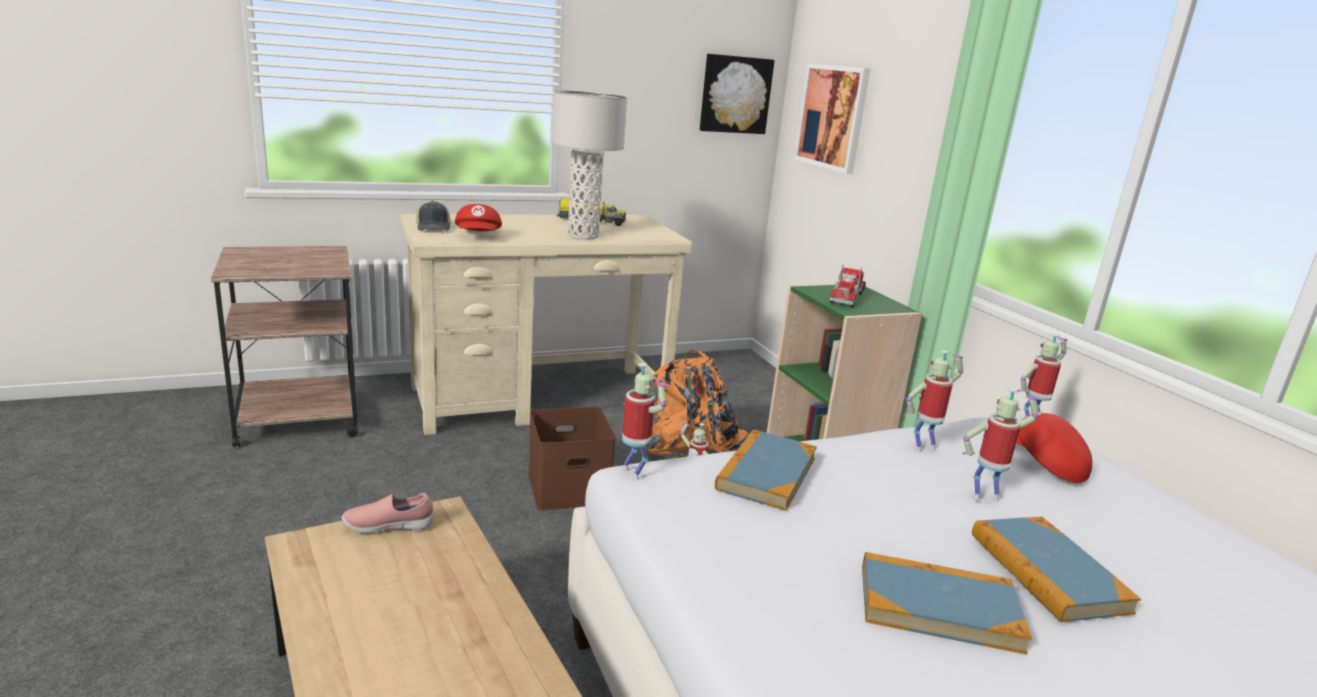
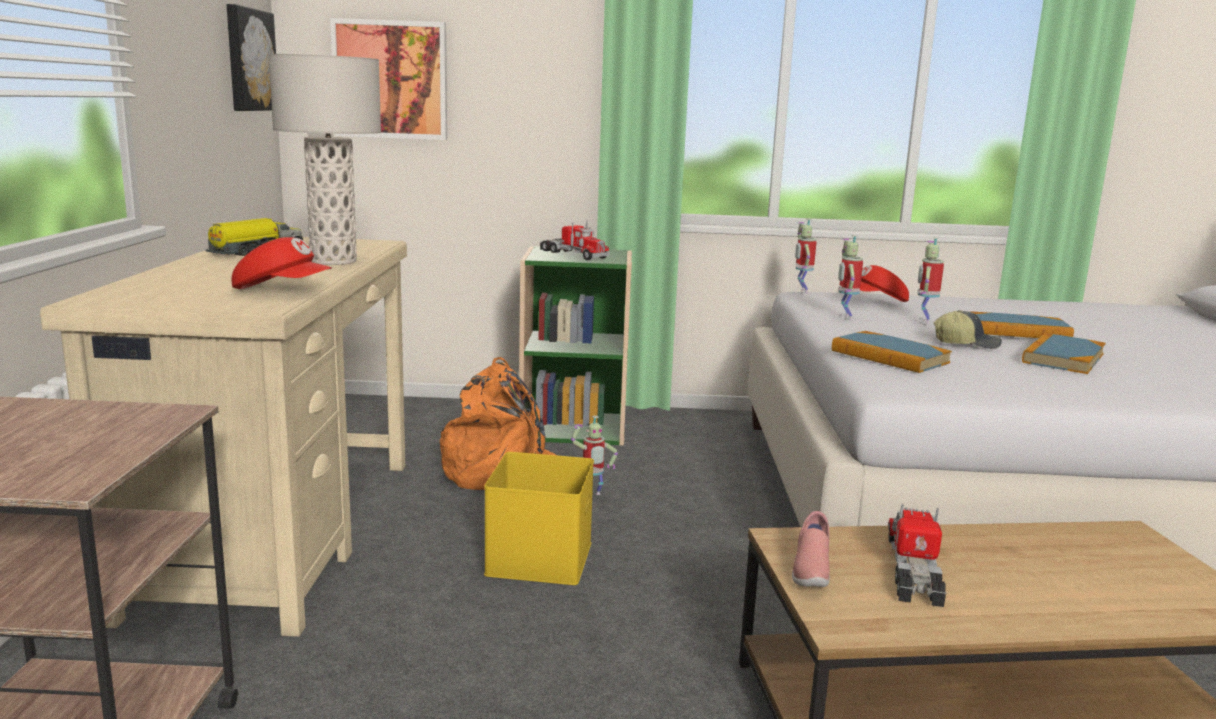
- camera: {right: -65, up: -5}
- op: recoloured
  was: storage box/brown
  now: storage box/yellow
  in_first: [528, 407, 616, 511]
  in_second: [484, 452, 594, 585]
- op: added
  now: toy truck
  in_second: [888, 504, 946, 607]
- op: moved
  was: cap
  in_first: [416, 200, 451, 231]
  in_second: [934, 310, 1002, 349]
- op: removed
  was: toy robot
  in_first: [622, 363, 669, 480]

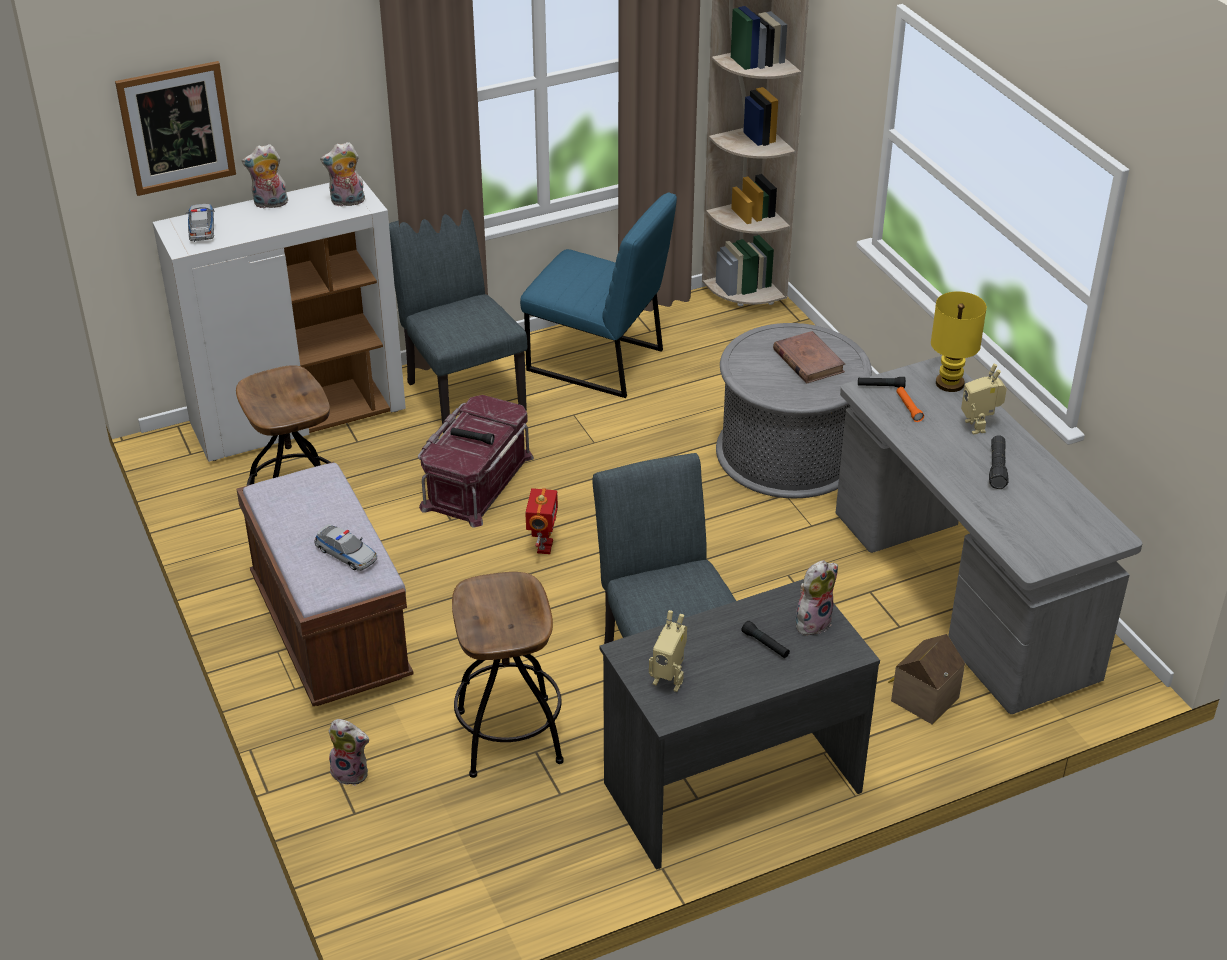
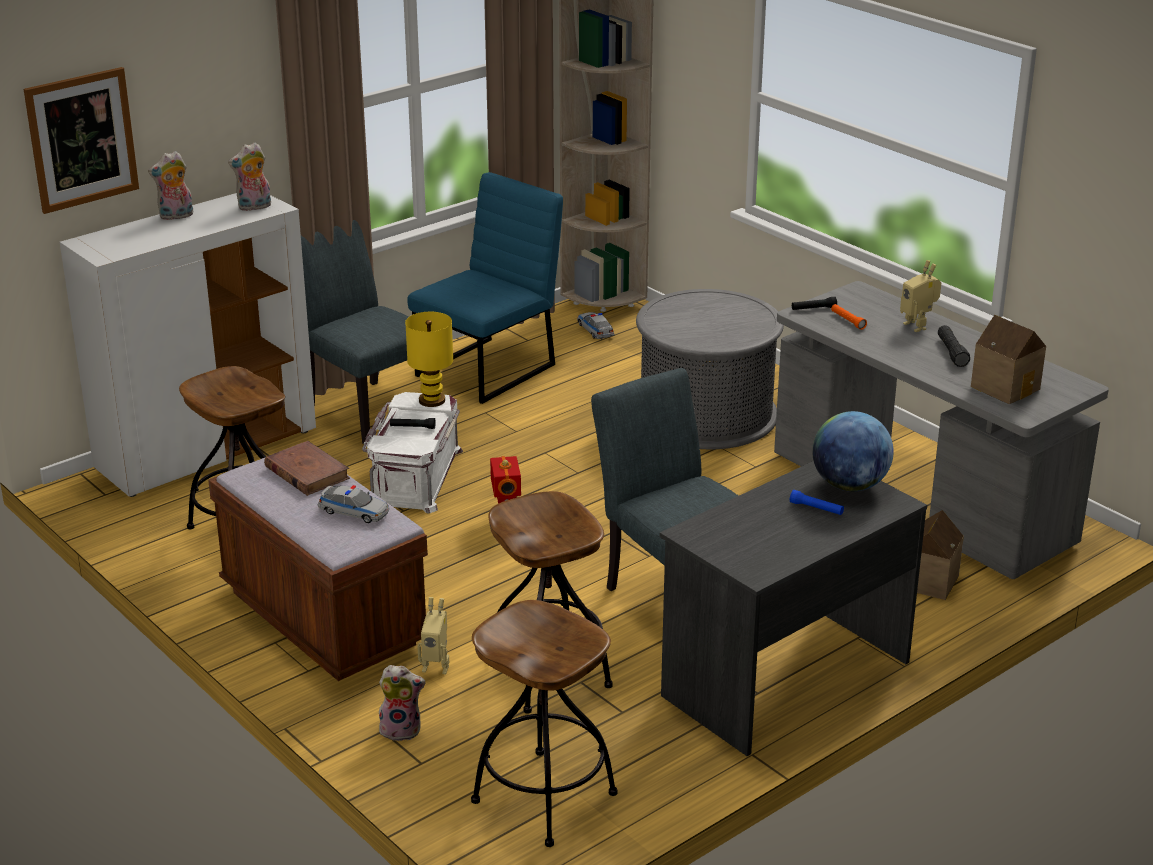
- camera: {right: -15, up: -10}
- op: moved
  was: book/brown
  in_first: [773, 331, 845, 384]
  in_second: [264, 441, 350, 496]
- op: recoloured
  was: storage box/red
  now: storage box/white
  in_first: [418, 395, 534, 527]
  in_second: [362, 392, 463, 513]
- op: moved
  was: table lamp/yellow
  in_first: [931, 291, 987, 392]
  in_second: [405, 312, 453, 407]
- op: turned
  was: chair/blue
  in_first: [520, 192, 677, 398]
  in_second: [407, 172, 563, 404]
  clockwise: -60
- op: moved
  was: toy robot
  in_first: [649, 610, 687, 692]
  in_second: [417, 597, 449, 675]
- op: added
  now: stool/brown
  in_second: [471, 600, 617, 847]
- op: moved
  was: toy car
  in_first: [186, 204, 214, 242]
  in_second: [577, 312, 614, 339]
- op: recoloured
  was: flashlight/black
  now: flashlight/blue
  in_first: [741, 621, 790, 658]
  in_second: [790, 490, 844, 515]
- op: replaced
  was: plush toy
  now: globe
  in_first: [795, 560, 838, 638]
  in_second: [812, 411, 894, 492]
- op: added
  now: toy house
  in_second: [971, 315, 1046, 404]

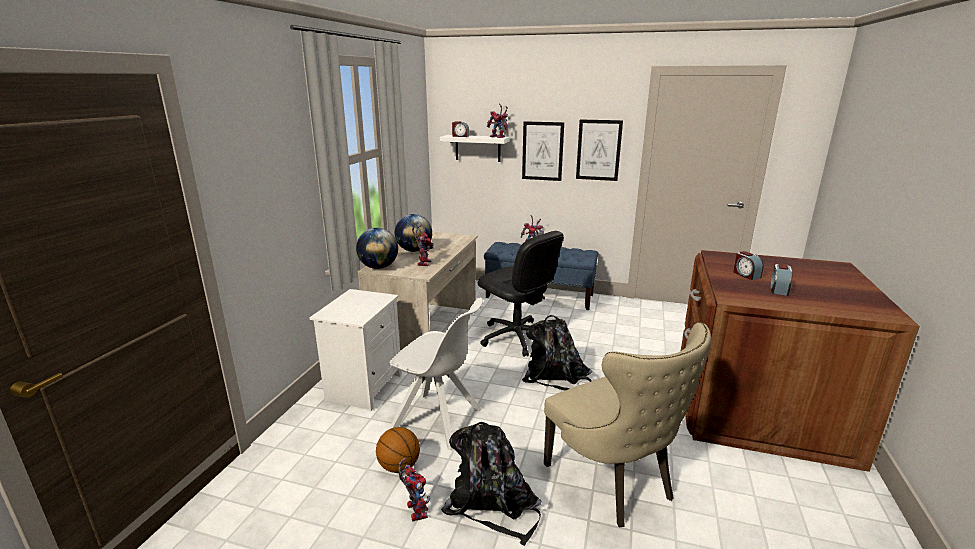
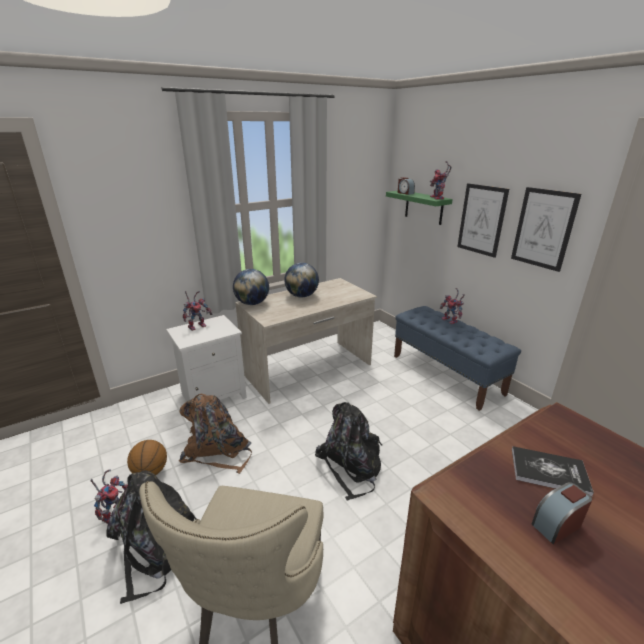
- camera: {right: 40, up: 5}
- op: replaced
  was: chair/white
  now: backpack/brown
  in_first: [388, 297, 483, 450]
  in_second: [179, 394, 252, 474]
- op: moved
  was: toy robot
  in_first: [412, 225, 434, 266]
  in_second: [183, 291, 213, 331]
- op: recoloured
  was: shelf/white
  now: shelf/green
  in_first: [440, 135, 510, 162]
  in_second: [386, 191, 453, 225]
- op: replaced
  was: alarm clock
  now: book
  in_first: [733, 251, 764, 280]
  in_second: [512, 446, 594, 497]
- op: removed
  was: office chair/black
  in_first: [478, 231, 564, 357]

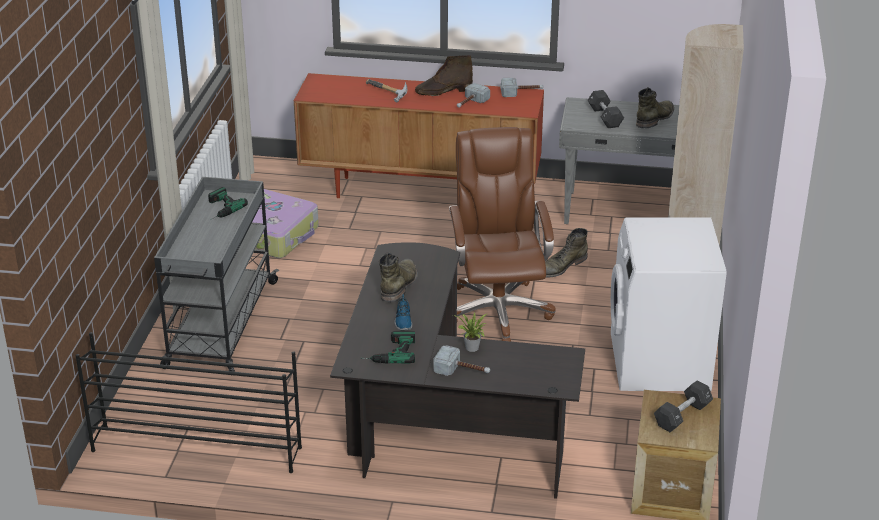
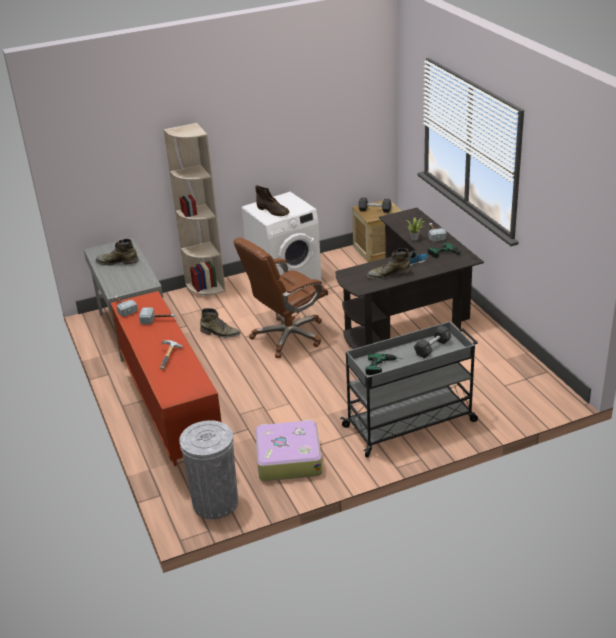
- camera: {right: -120, up: 0}
- op: added
  now: trash can/grey
  in_second: [179, 420, 238, 519]
- op: moved
  was: boot/brown
  in_first: [415, 55, 473, 96]
  in_second: [255, 186, 289, 216]
- op: moved
  was: dumbbell/black
  in_first: [588, 90, 624, 128]
  in_second: [414, 325, 452, 358]
- op: removed
  was: shoe rack/black
  in_first: [75, 332, 302, 473]

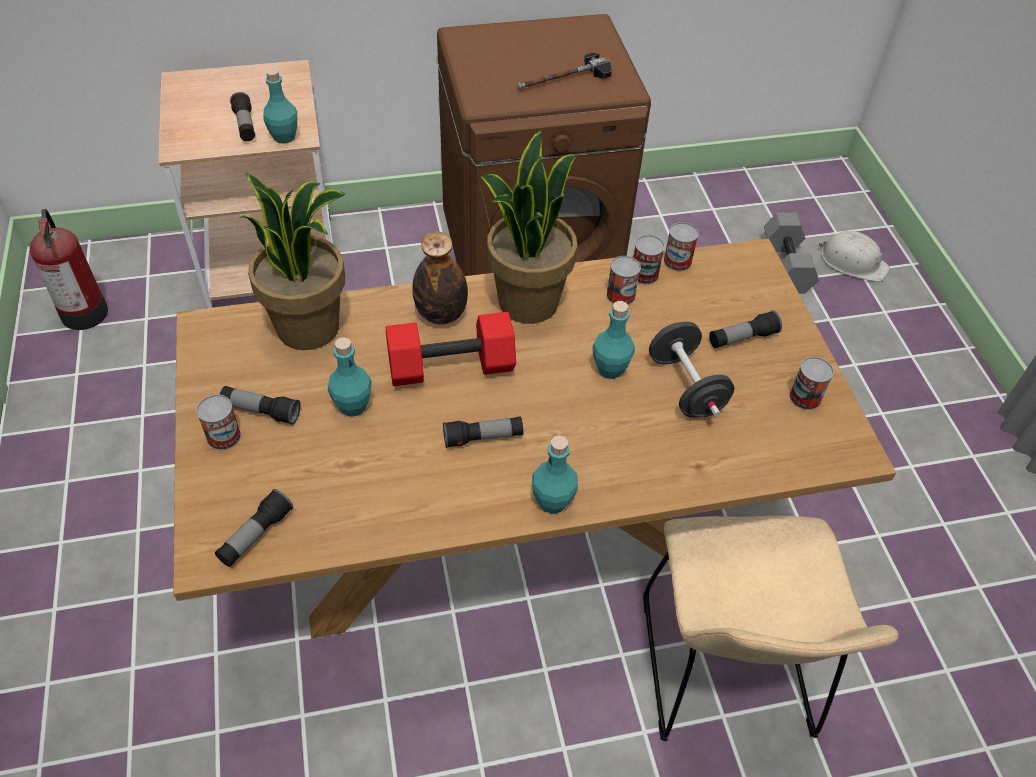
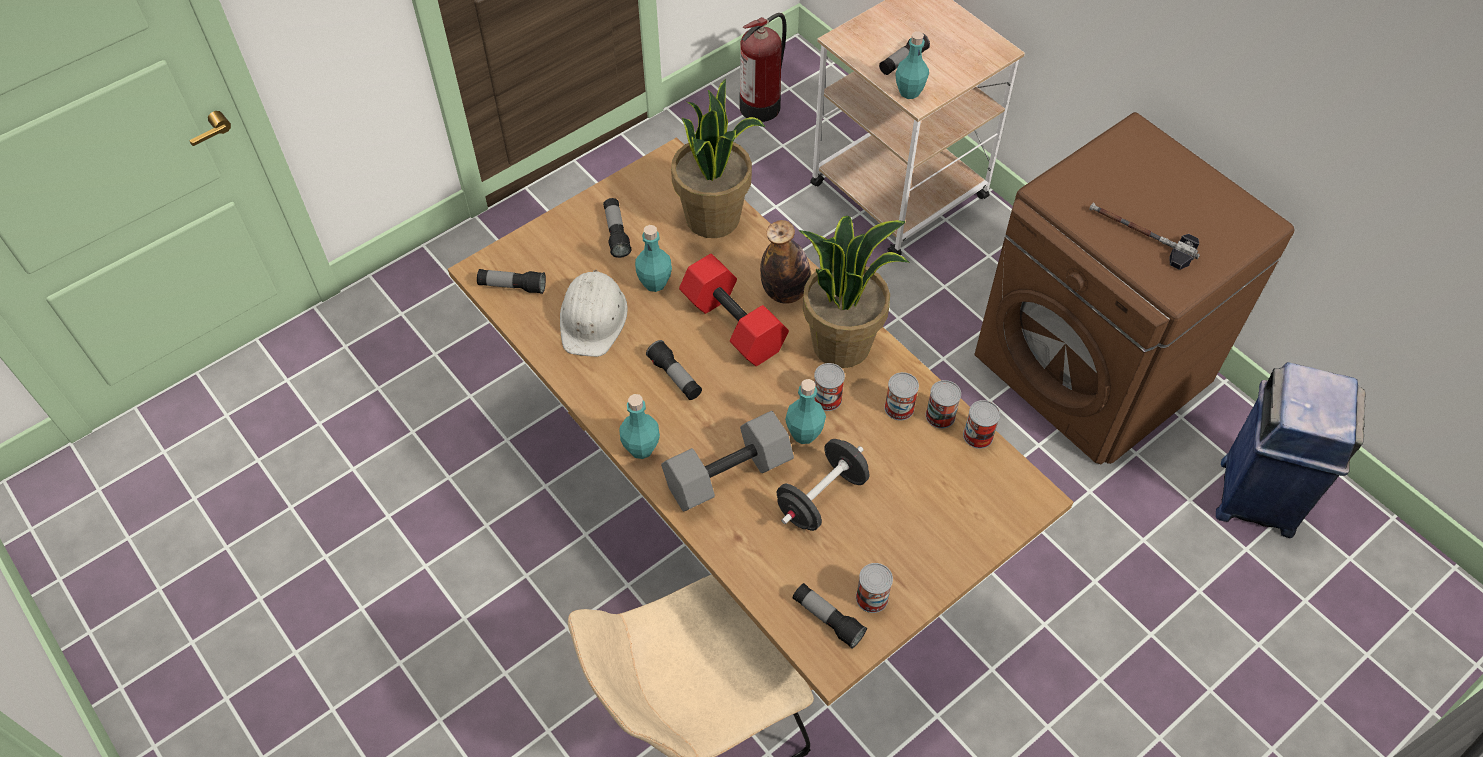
- camera: {right: 65, up: 5}
- op: moved
  was: hard hat/white
  in_first: [819, 231, 890, 282]
  in_second: [560, 270, 628, 357]
- op: moved
  was: dumbbell/grey
  in_first: [764, 212, 819, 294]
  in_second: [661, 411, 794, 511]
- op: moved
  was: flashlight
  in_first: [709, 310, 782, 348]
  in_second: [793, 583, 867, 649]
- op: moved
  was: can
  in_first: [196, 395, 241, 450]
  in_second: [814, 363, 845, 411]
- op: added
  now: trash can/blue
  in_second: [1216, 362, 1365, 538]

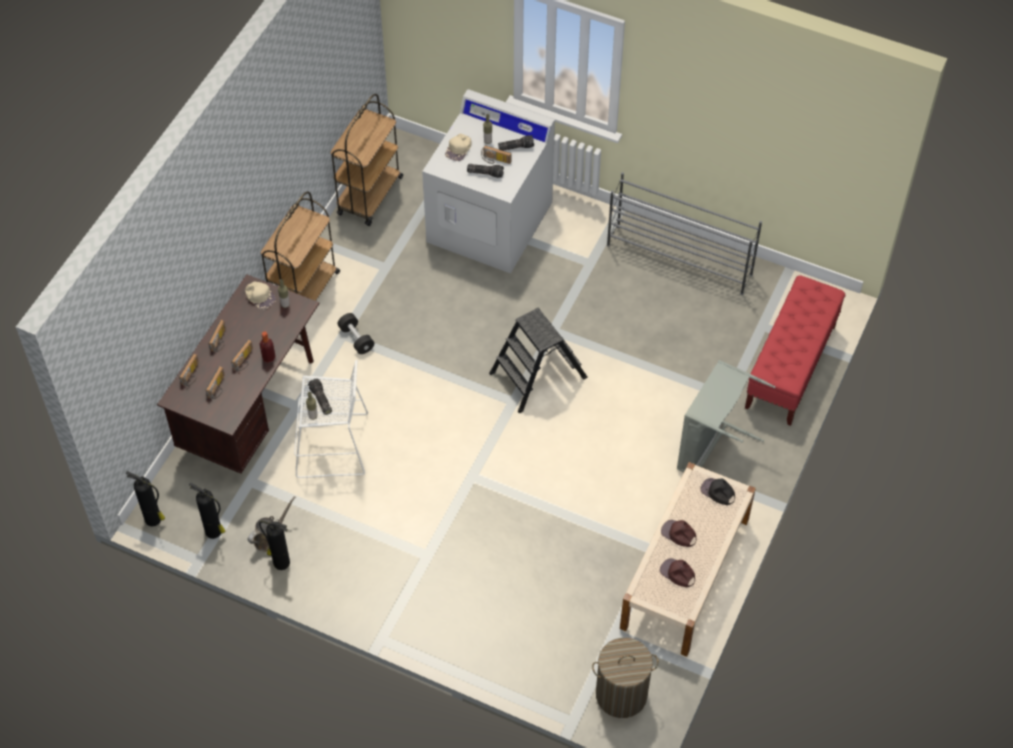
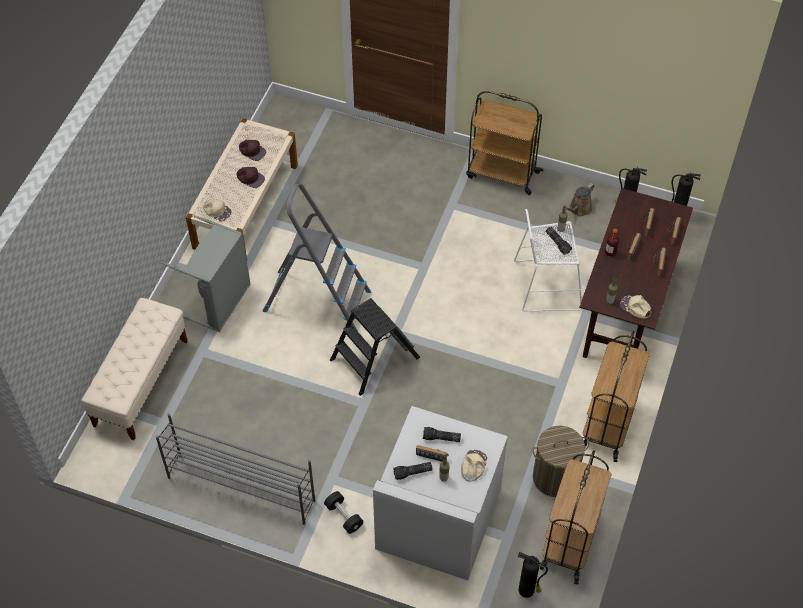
- camera: {right: 175, up: 0}
- op: recoloured
  was: bench/red
  now: bench/beige
  in_first: [745, 275, 845, 426]
  in_second: [81, 298, 187, 440]
- op: recoloured
  was: cap/black
  now: cap/beige
  in_first: [700, 478, 735, 505]
  in_second: [203, 199, 232, 222]
- op: added
  now: step ladder/grey
  in_second: [263, 184, 371, 331]
- op: moved
  was: dumbbell/black
  in_first: [338, 313, 374, 354]
  in_second: [324, 491, 363, 534]
- op: added
  now: cart/brown
  in_second: [466, 91, 543, 195]
- op: moved
  was: fire extinguisher
  in_first: [259, 519, 290, 570]
  in_second: [518, 552, 548, 598]
- op: moved
  was: laundry basket
  in_first: [592, 638, 659, 718]
  in_second: [532, 425, 589, 497]

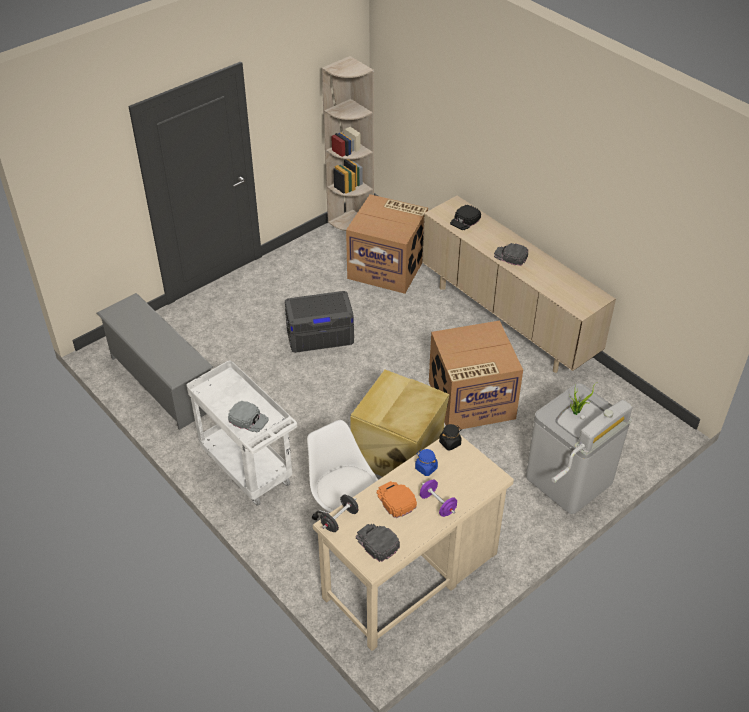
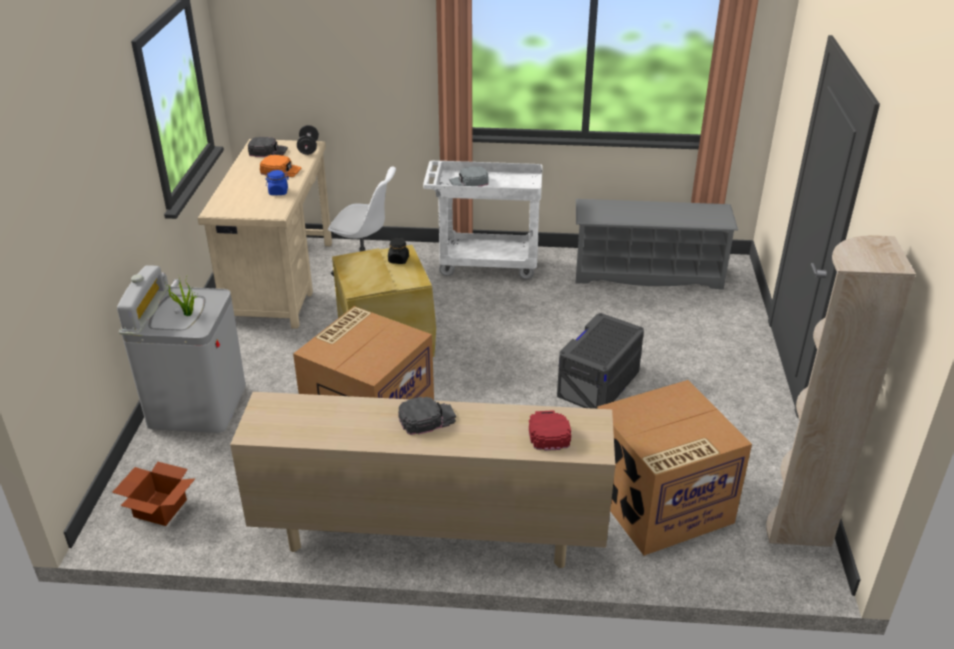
- camera: {right: 135, up: -10}
- op: added
  now: cardboard box
  in_second: [112, 462, 196, 526]
- op: moved
  was: jar/black
  in_first: [439, 424, 462, 451]
  in_second: [388, 237, 409, 264]
- op: recoloured
  was: cap/black
  now: cap/red
  in_first: [450, 205, 481, 231]
  in_second: [529, 410, 571, 451]
- op: removed
  was: dumbbell/purple
  in_first: [420, 480, 457, 517]

